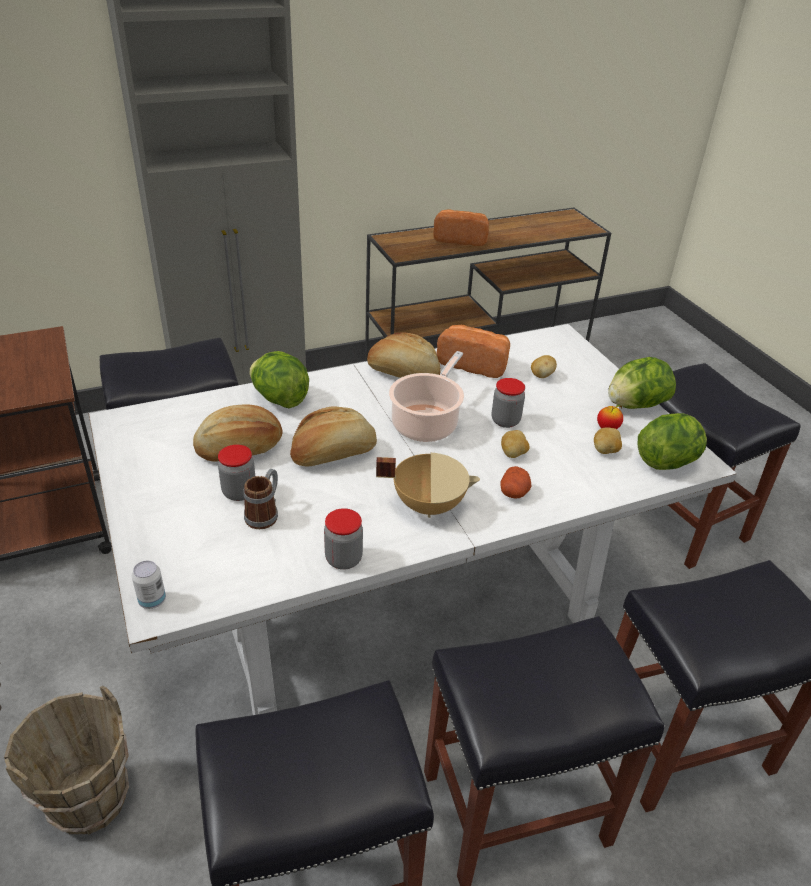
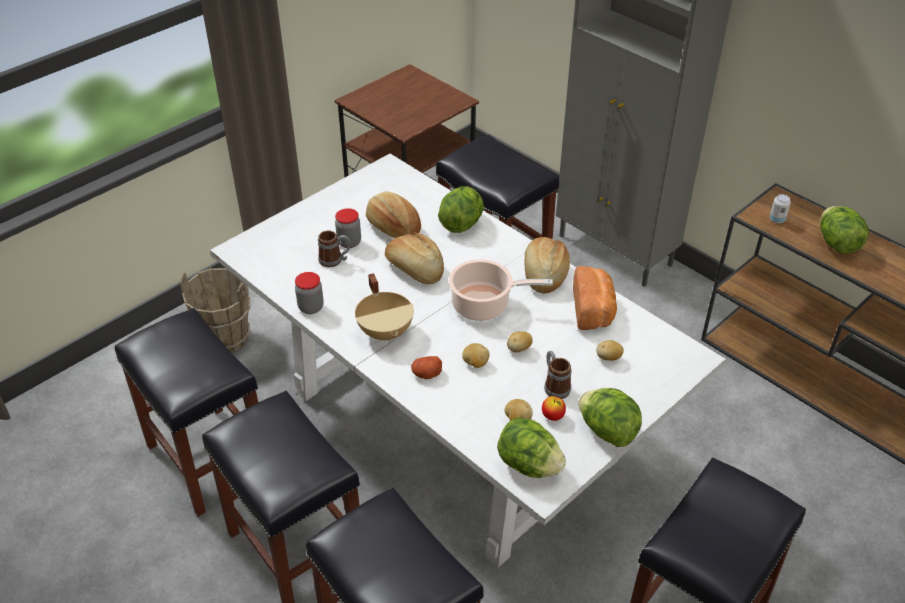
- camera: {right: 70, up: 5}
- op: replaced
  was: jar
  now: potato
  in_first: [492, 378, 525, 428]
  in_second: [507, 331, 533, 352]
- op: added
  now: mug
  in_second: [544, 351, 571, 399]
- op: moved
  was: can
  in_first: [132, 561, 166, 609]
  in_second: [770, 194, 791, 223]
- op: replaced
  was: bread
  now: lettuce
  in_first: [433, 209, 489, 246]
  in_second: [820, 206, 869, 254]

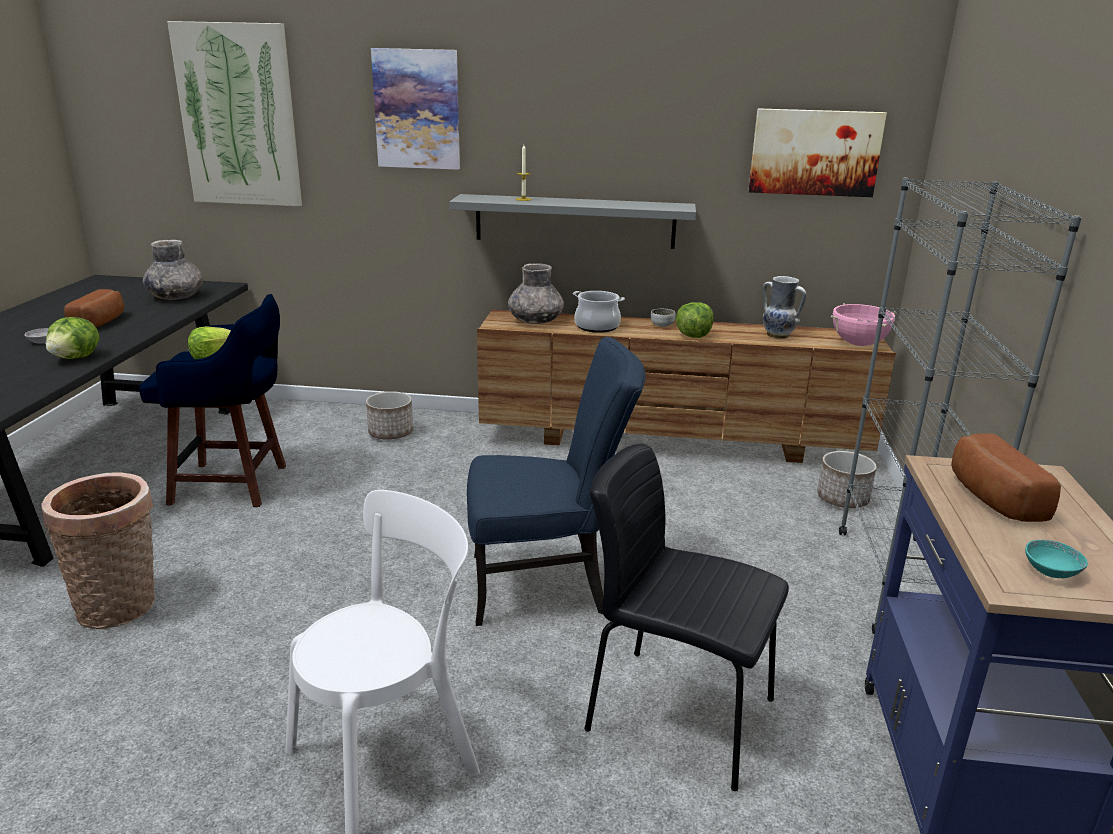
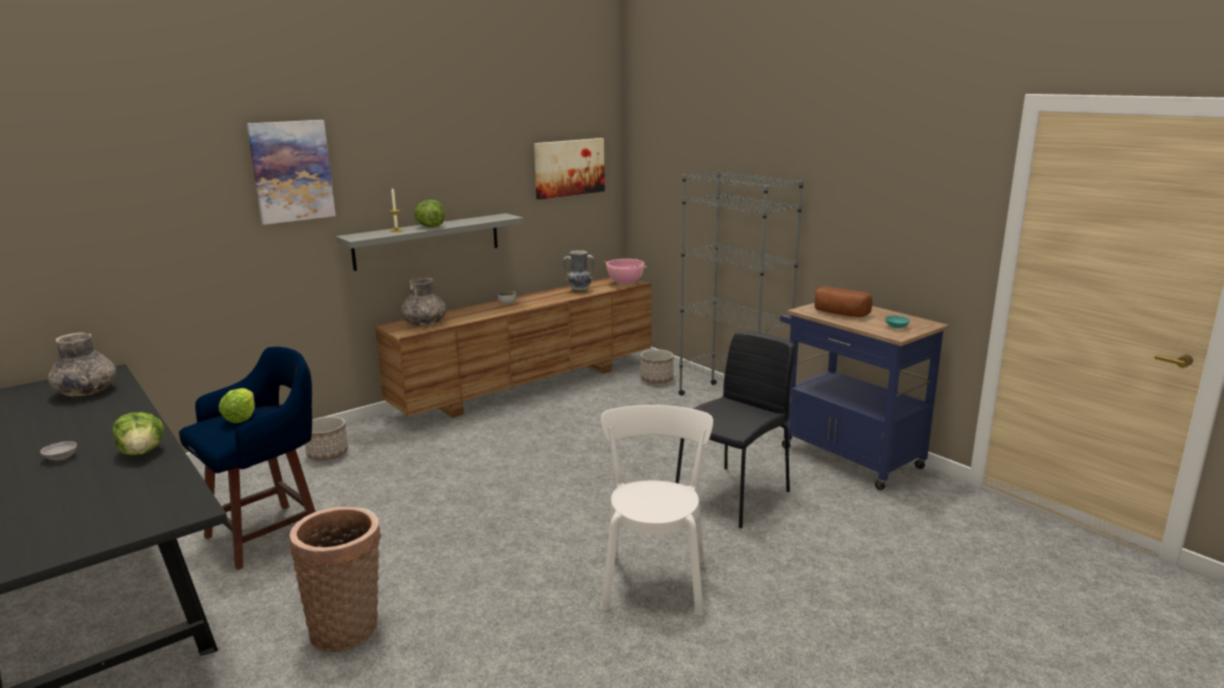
- camera: {right: -45, up: -5}
- op: moved
  was: lettuce
  in_first: [676, 302, 713, 338]
  in_second: [414, 200, 445, 227]
- op: turned
  was: chair/black
  in_first: [584, 443, 789, 791]
  in_second: [675, 331, 796, 528]
  clockwise: 150
- op: removed
  was: bread
  in_first: [64, 289, 124, 327]
- op: removed
  was: picture
  in_first: [167, 21, 302, 206]
- op: removed
  was: chair/blue
  in_first: [467, 337, 645, 626]
- op: removed
  was: cooking pot
  in_first: [573, 291, 625, 333]

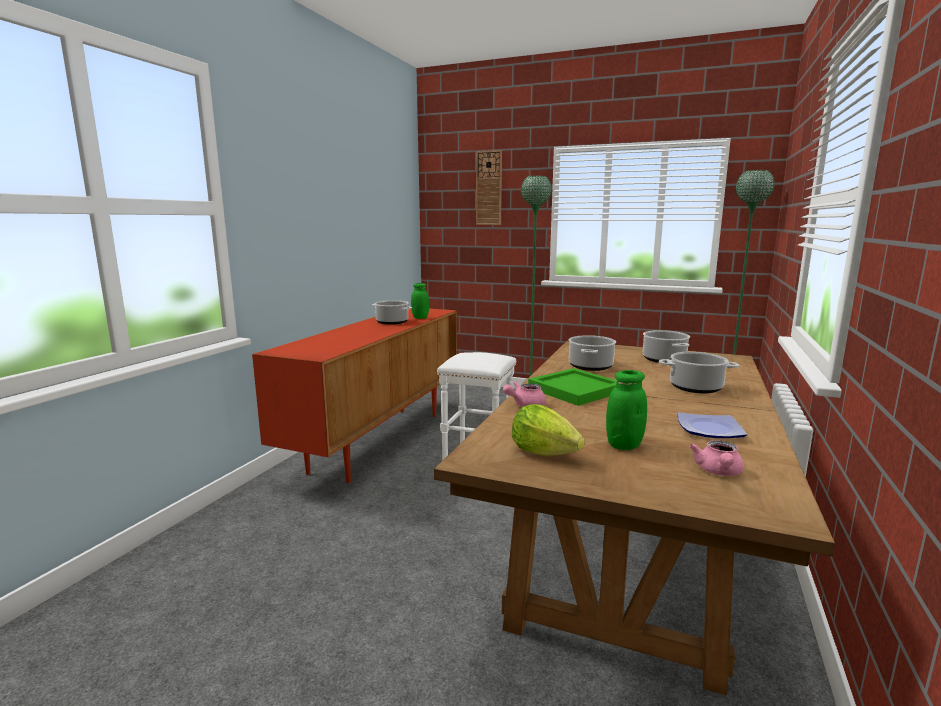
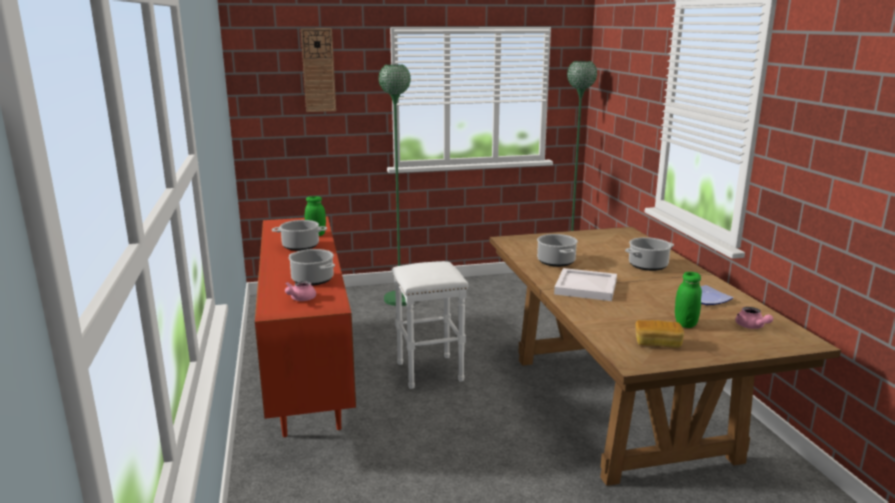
- camera: {right: -35, up: 5}
- op: moved
  was: teapot/pink
  in_first: [503, 381, 546, 407]
  in_second: [285, 281, 316, 301]
- op: moved
  was: cooking pot
  in_first: [643, 330, 690, 363]
  in_second: [288, 249, 335, 286]
- op: recoloured
  was: tray/green
  now: tray/white
  in_first: [528, 368, 617, 406]
  in_second: [554, 268, 617, 301]
- op: replaced
  was: lettuce
  now: bread
  in_first: [512, 404, 585, 456]
  in_second: [635, 320, 684, 348]

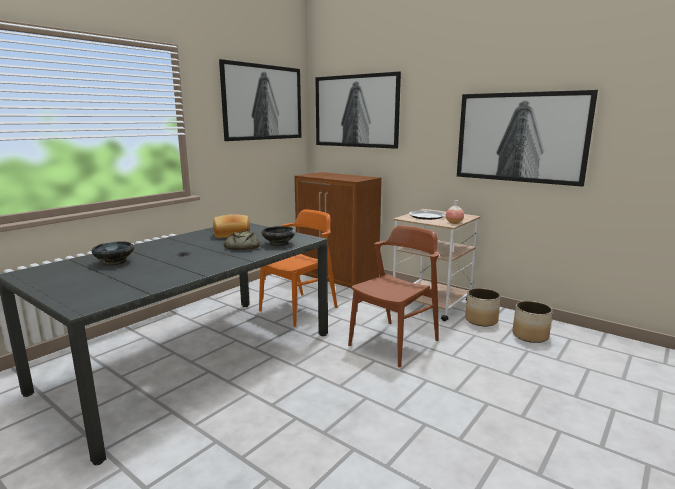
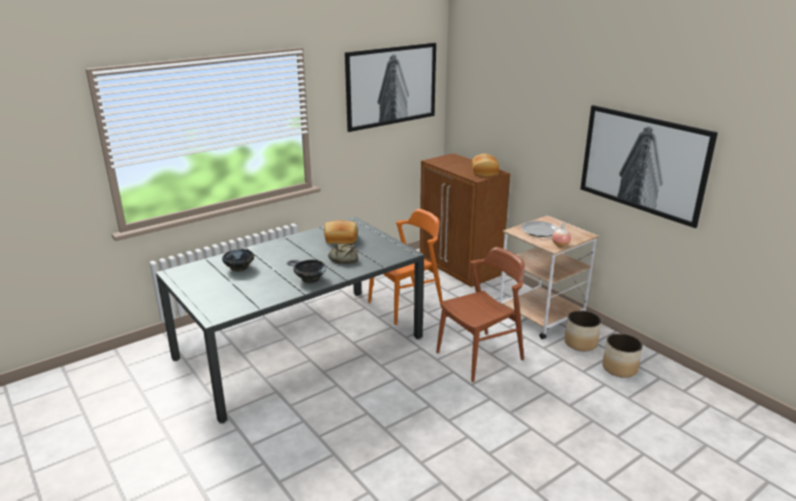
- camera: {right: 15, up: 10}
- op: moved
  was: bowl/black
  in_first: [262, 226, 296, 246]
  in_second: [293, 260, 326, 283]
- op: added
  now: bread
  in_second: [472, 153, 499, 176]
- op: removed
  was: picture
  in_first: [316, 71, 401, 149]

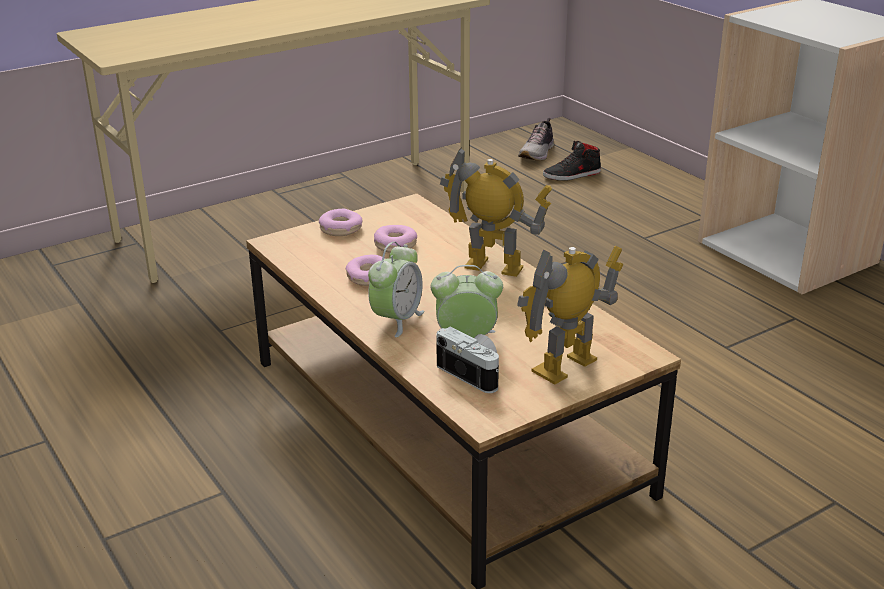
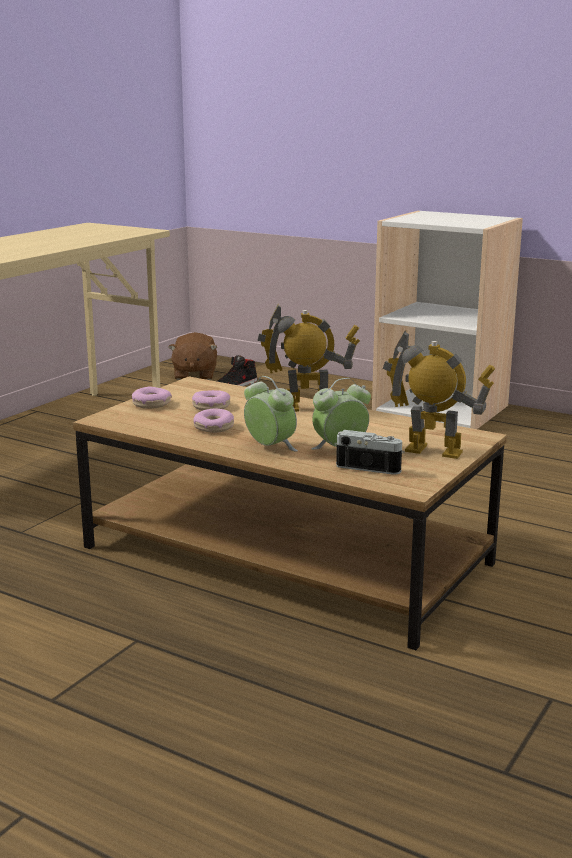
- camera: {right: -25, up: -10}
- op: replaced
  was: shoe
  now: plush toy/brown
  in_first: [518, 118, 554, 161]
  in_second: [168, 332, 217, 380]
- op: turned
  was: alarm clock
  in_first: [368, 242, 424, 337]
  in_second: [244, 376, 298, 452]
  clockwise: -45
- op: turned
  was: toy robot
  in_first: [517, 246, 624, 385]
  in_second: [383, 331, 495, 459]
  clockwise: 90

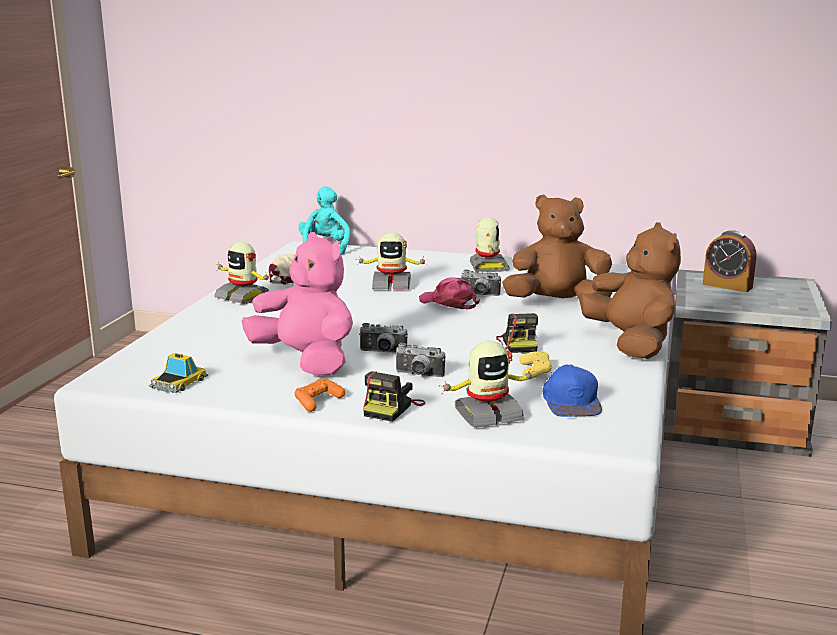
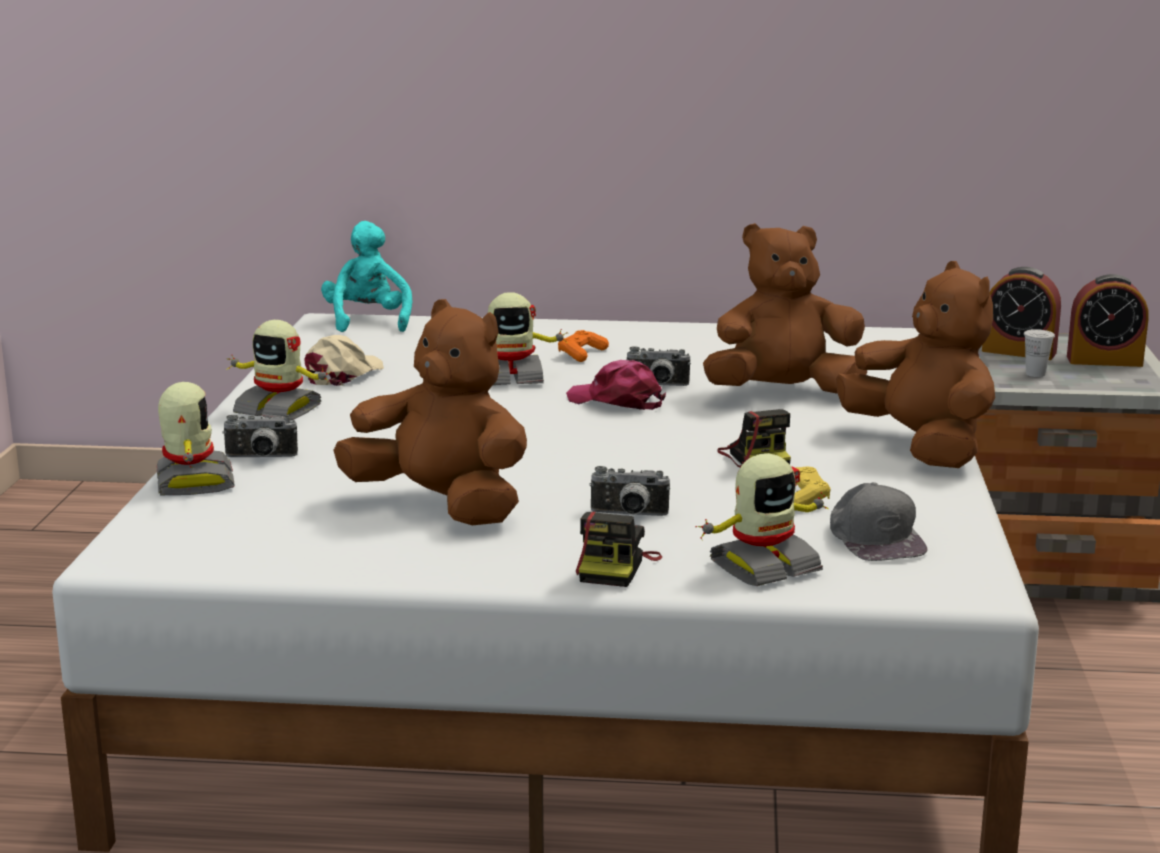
- camera: {right: -10, up: 0}
- op: moved
  was: toy robot
  in_first: [470, 217, 510, 272]
  in_second: [157, 382, 235, 495]
- op: moved
  was: photo camera
  in_first: [359, 323, 408, 353]
  in_second: [222, 415, 298, 457]
- op: recoloured
  was: plush toy/pink
  now: plush toy/brown
  in_first: [242, 232, 353, 375]
  in_second: [333, 299, 527, 525]
- op: moved
  was: game controller/orange
  in_first: [294, 378, 345, 412]
  in_second: [558, 330, 609, 362]
- op: recoloured
  was: cap/blue
  now: cap/grey
  in_first: [542, 364, 602, 417]
  in_second: [830, 482, 927, 561]
- op: added
  now: cup/white
  in_second: [1024, 329, 1055, 377]
- op: added
  now: alarm clock
  in_second: [1067, 274, 1149, 367]
- op: removed
  was: toy car
  in_first: [149, 353, 208, 393]

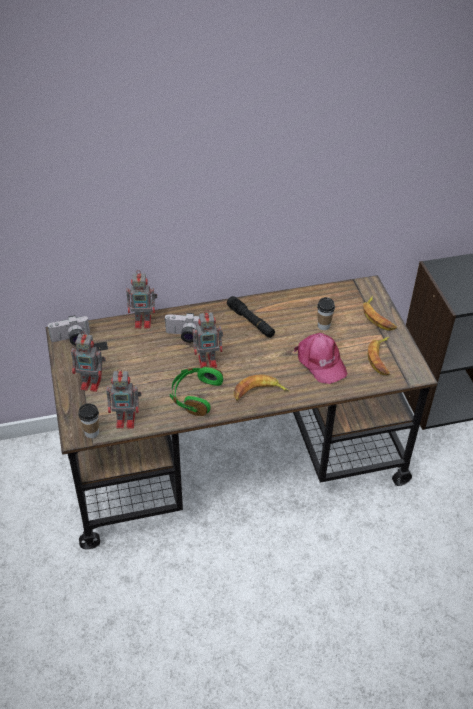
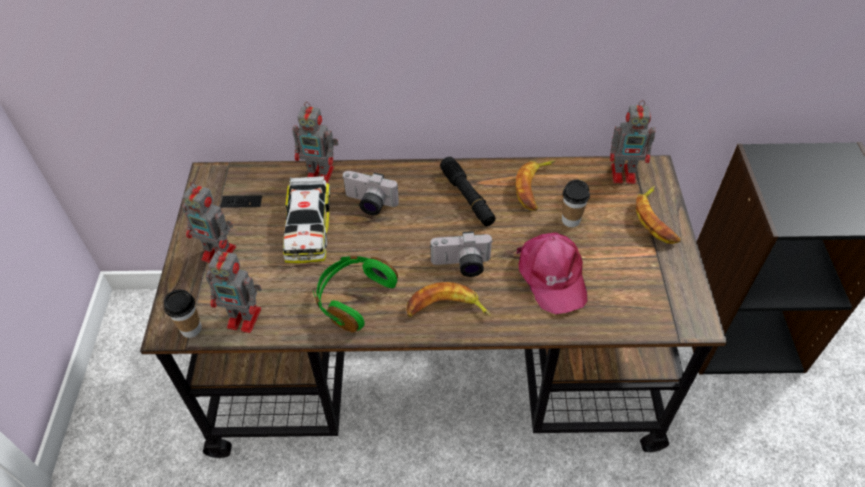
- camera: {right: 15, up: 5}
- op: added
  now: toy car
  in_second: [283, 176, 330, 263]
- op: moved
  was: photo camera
  in_first: [48, 315, 90, 345]
  in_second: [430, 231, 492, 277]
- op: moved
  was: banana
  in_first: [368, 337, 390, 375]
  in_second: [515, 160, 555, 211]
- op: moved
  was: toy robot
  in_first: [193, 310, 223, 368]
  in_second: [610, 100, 656, 184]

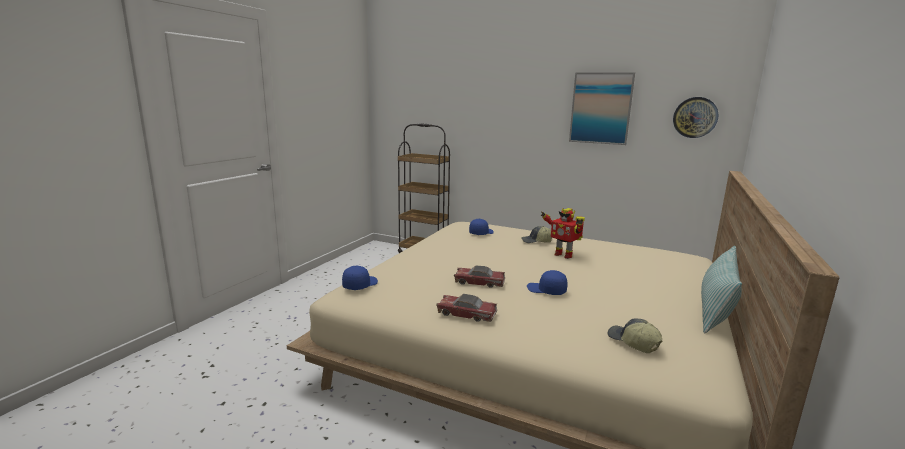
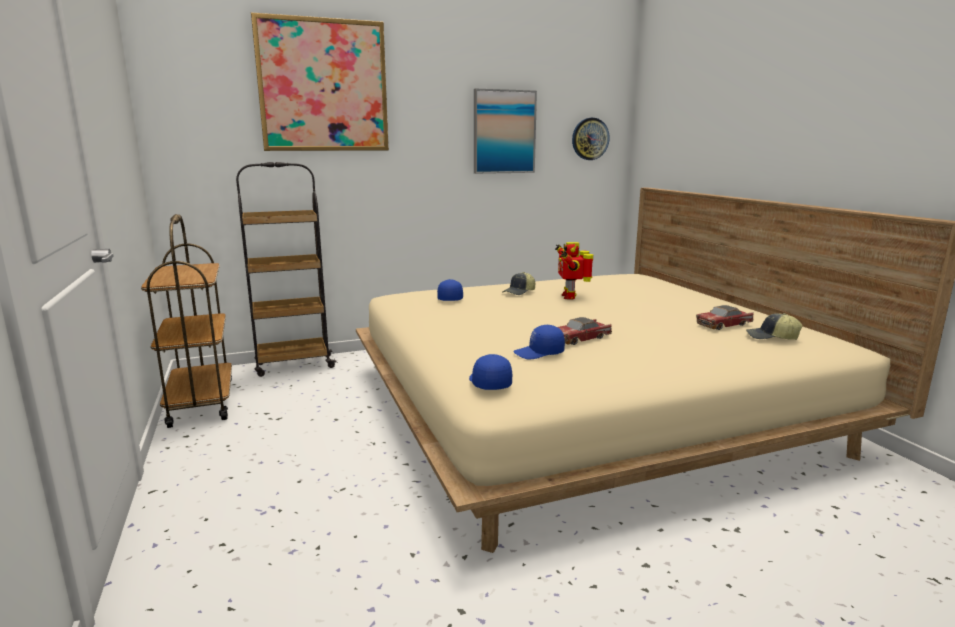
- camera: {right: -45, up: 0}
- op: added
  now: cart/brown
  in_second: [141, 214, 232, 428]
- op: added
  now: picture
  in_second: [251, 12, 389, 151]
- op: moved
  was: cap/blue
  in_first: [527, 270, 568, 295]
  in_second: [514, 325, 565, 359]
- op: turned
  was: toy robot
  in_first: [541, 208, 585, 259]
  in_second: [555, 242, 593, 299]
  clockwise: 90
- op: moved
  was: toy car
  in_first: [436, 294, 497, 322]
  in_second: [696, 305, 754, 330]
- op: removed
  was: pillow
  in_first: [701, 246, 742, 334]

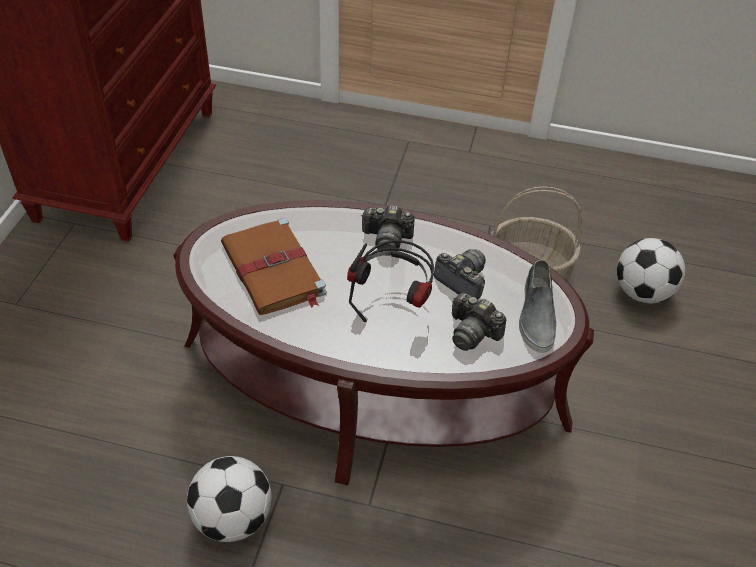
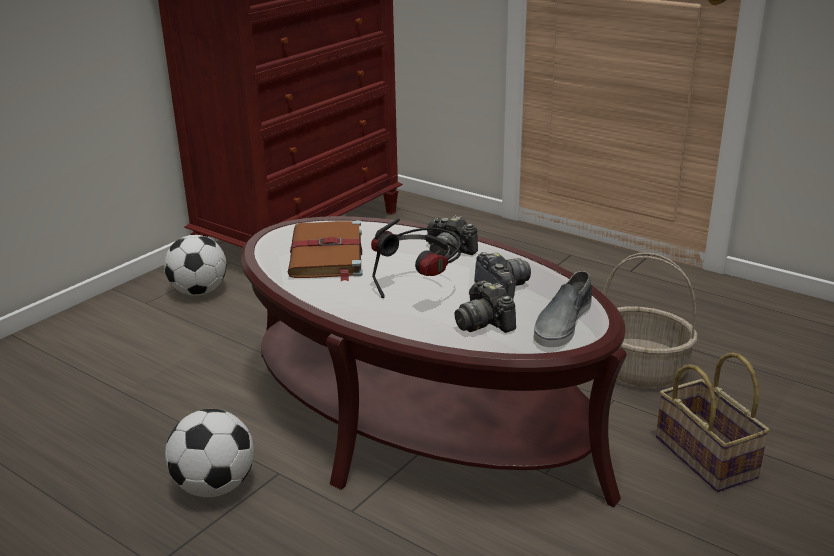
- camera: {right: 25, up: -20}
- op: moved
  was: football
  in_first: [617, 238, 685, 303]
  in_second: [164, 235, 227, 296]
- op: added
  now: basket
  in_second: [656, 352, 770, 492]

